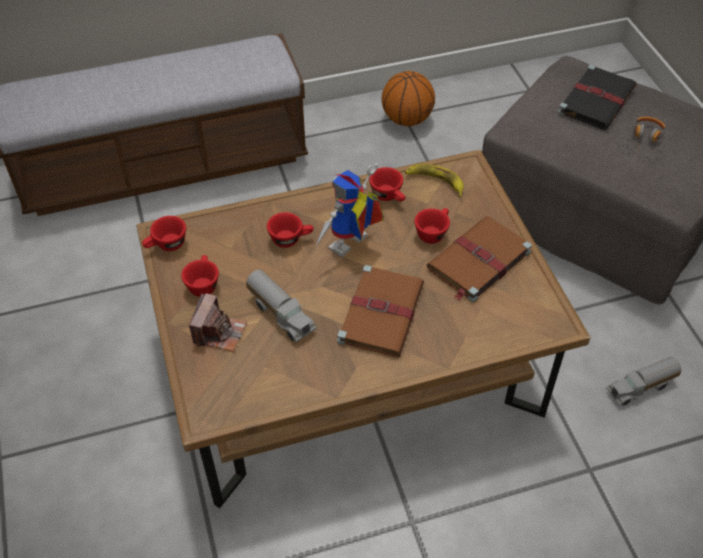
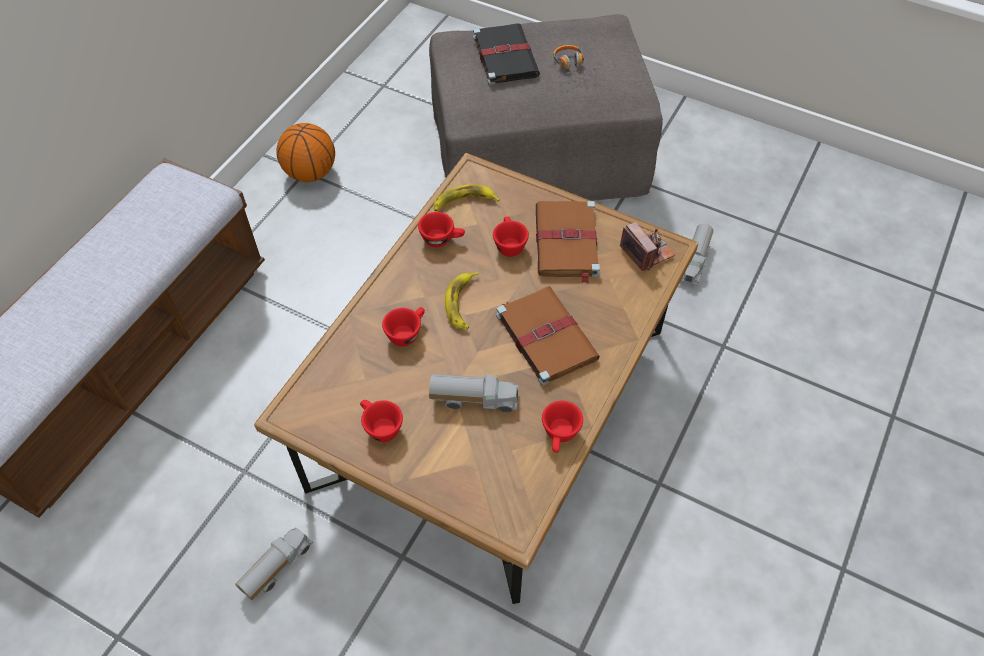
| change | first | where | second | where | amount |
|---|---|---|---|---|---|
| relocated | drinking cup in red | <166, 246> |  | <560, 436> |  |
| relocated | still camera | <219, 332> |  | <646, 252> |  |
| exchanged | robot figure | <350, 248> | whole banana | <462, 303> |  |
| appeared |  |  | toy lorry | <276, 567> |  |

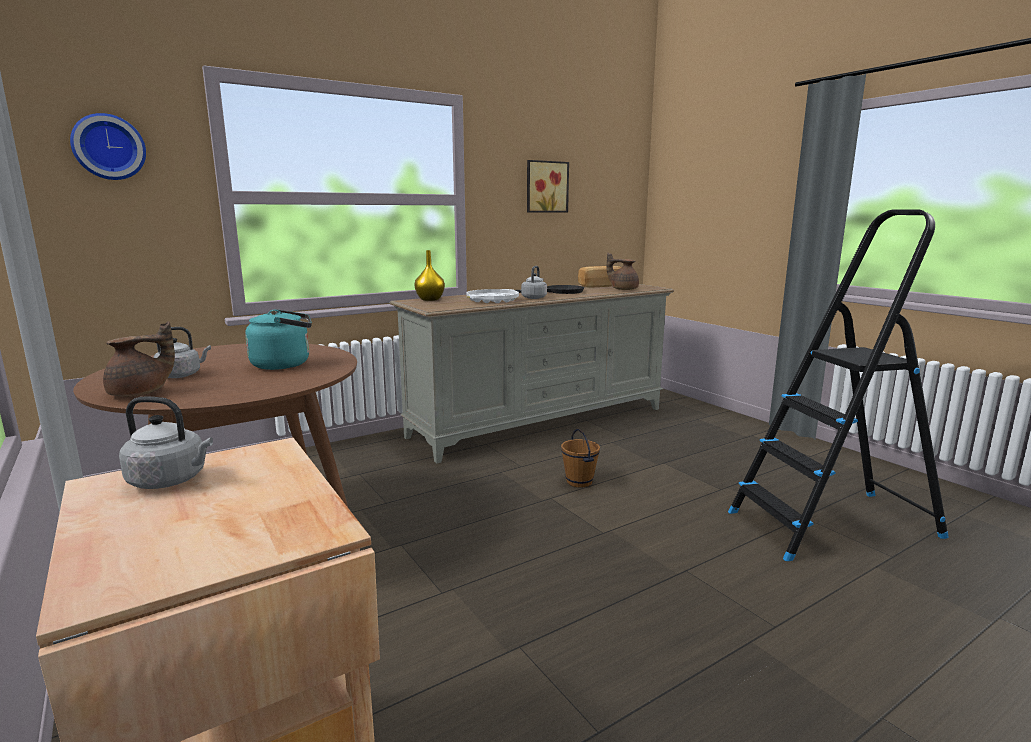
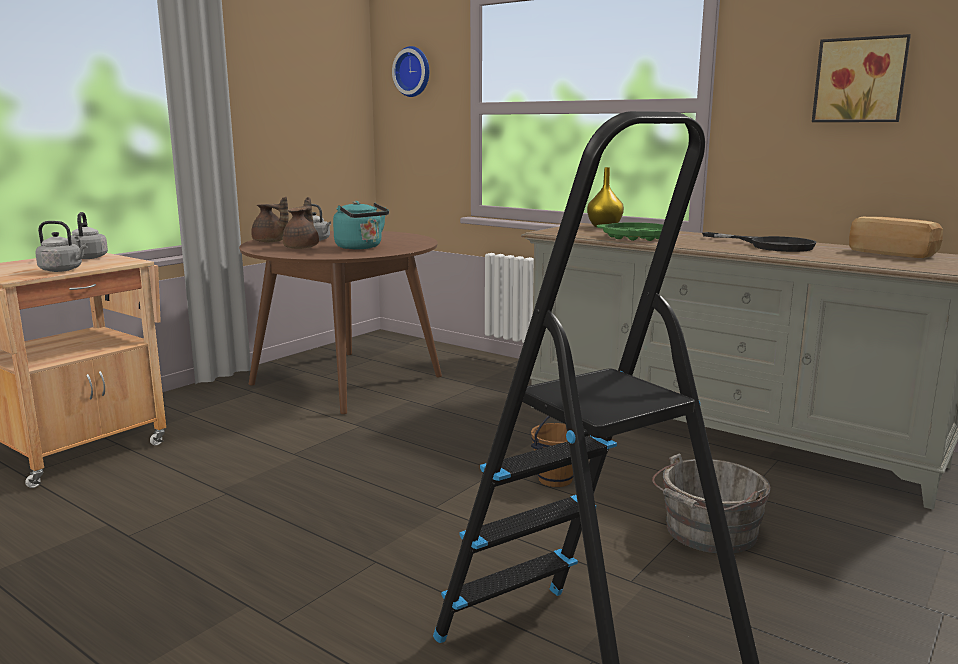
| change | first | where | second | where | amount |
|---|---|---|---|---|---|
| colour | serving tray in white-coloured | <492, 300> | serving tray in green | <637, 237> |  |
| relocated | tea kettle in grey | <534, 297> |  | <63, 270> |  |
| relocated | teapot in brownish | <623, 289> |  | <302, 247> |  |
| appeared |  |  | bucket in grey | <707, 532> |  |

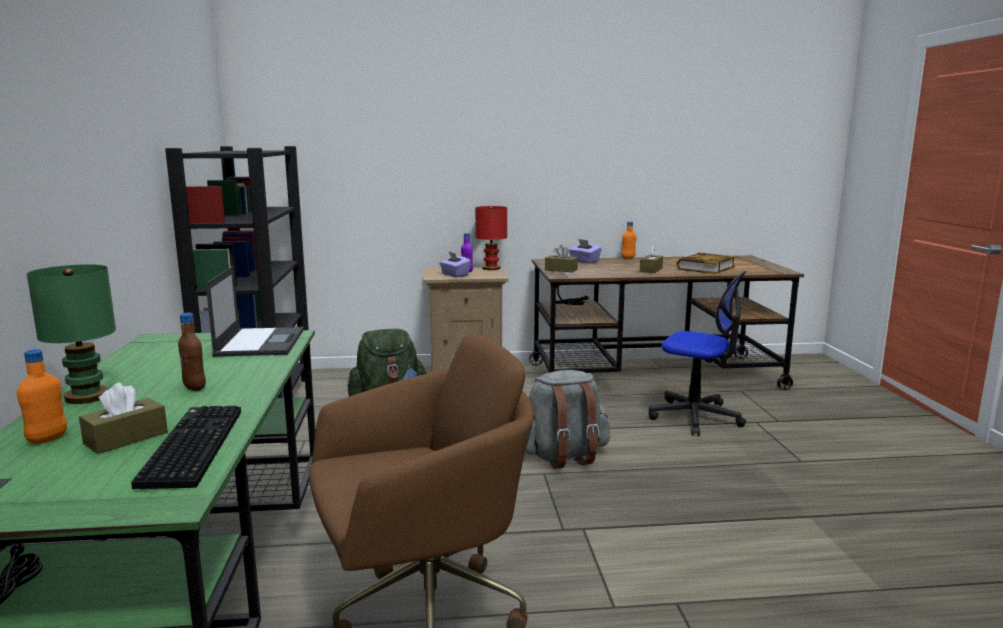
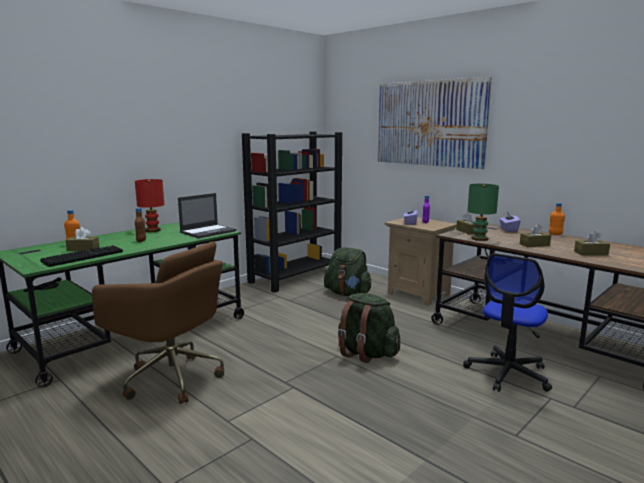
| change | first | where | second | where | amount |
|---|---|---|---|---|---|
| relocated | tabletop lamp in green | <88, 397> |  | <479, 239> |  |
| relocated | tabletop lamp in red | <491, 268> |  | <153, 230> |  |
| colour | knapsack in grey | <563, 456> | knapsack in green | <366, 353> |  |
| spun | office chair | <695, 417> |  | <508, 374> | 45 degrees clockwise |
| exchanged | bound book | <705, 268> | tissue box in brownish | <591, 253> |  |
| appeared |  |  | wall art | <429, 123> |  |

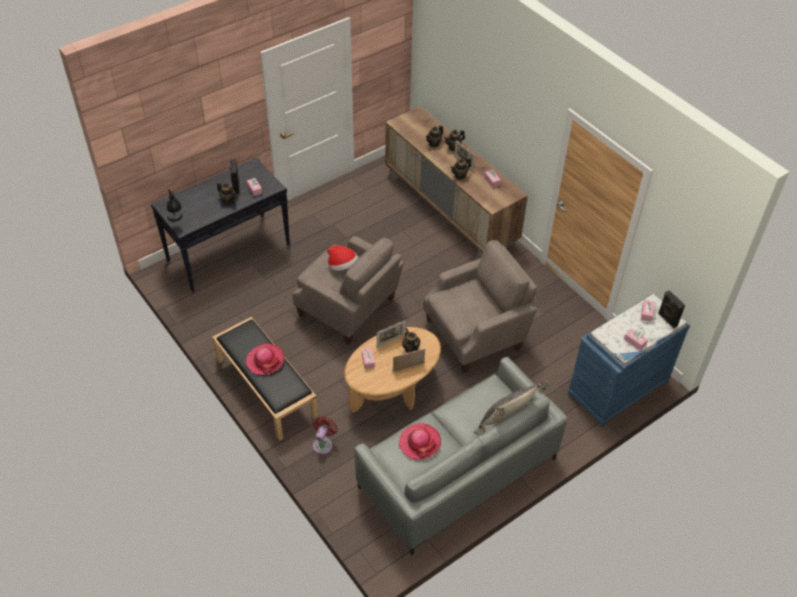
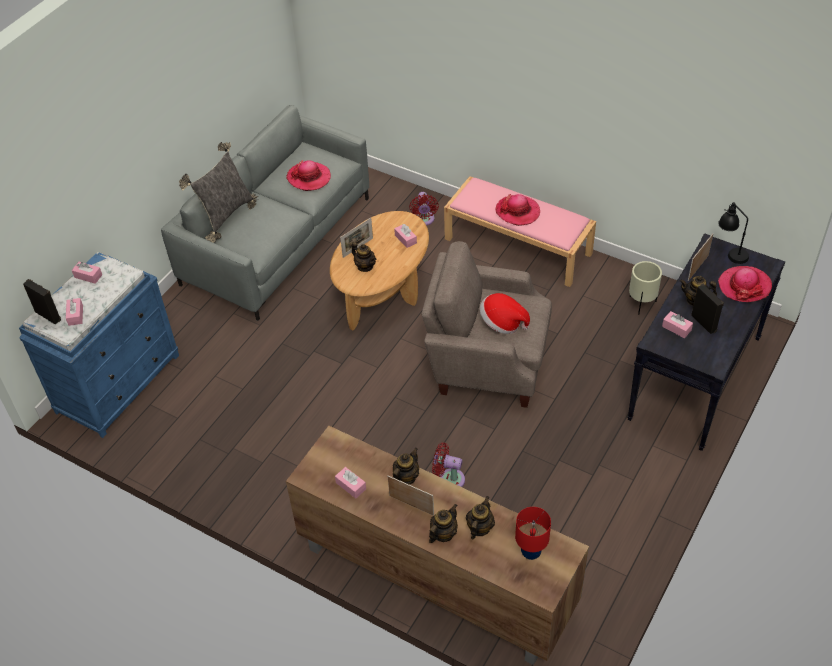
| change | first | where | second | where | amount |
|---|---|---|---|---|---|
| colour | long seat in black-coloured | <265, 388> | long seat in pink-coloured | <519, 246> |  |
| relocated | photo frame | <391, 341> |  | <698, 268> |  |
| missing | easy chair in beige-coloured | <476, 333> |  |  |  |
| appeared |  |  | fan in red | <449, 479> |  |
| appeared |  |  | tabletop lamp in red | <530, 552> |  |
| appeared |  |  | plant pot in beige-coloured | <641, 304> |  |
| appeared |  |  | hat | <744, 286> |  |

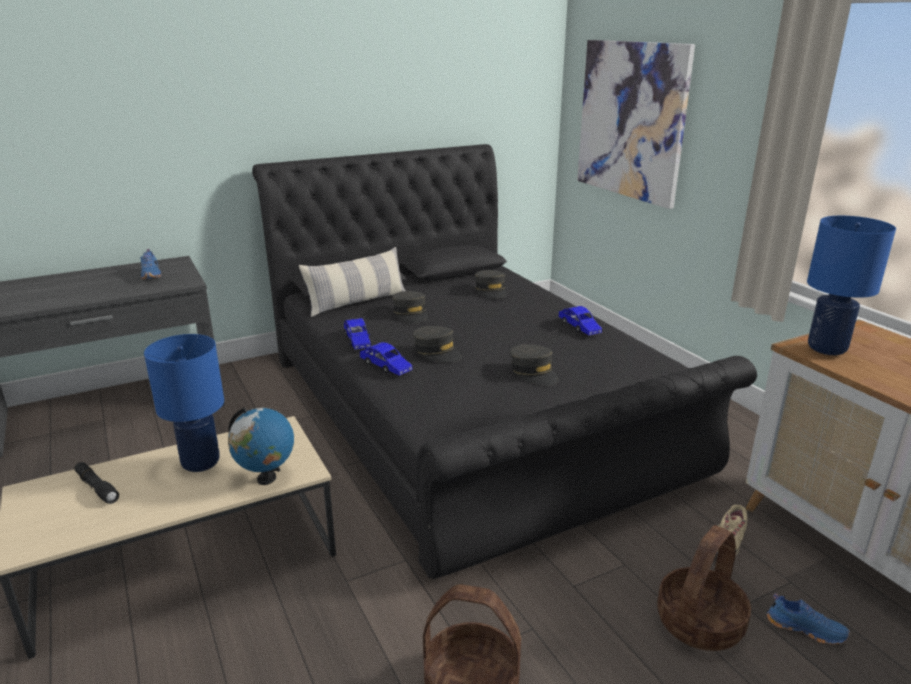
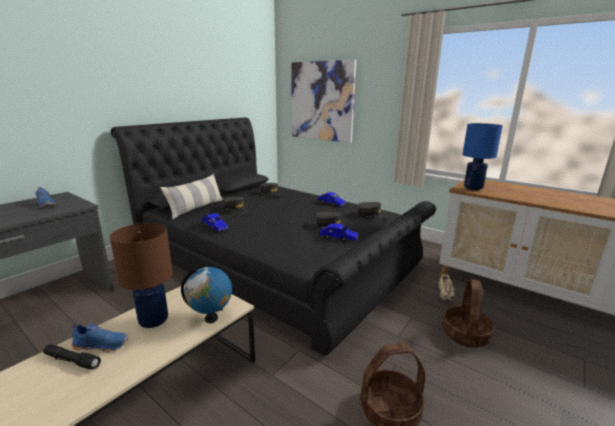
| change | first | where | second | where | amount |
|---|---|---|---|---|---|
| colour | tabletop lamp in bluish | <202, 465> | tabletop lamp in brownish | <154, 321> |  |
| relocated | toy car in bluish | <386, 367> |  | <338, 238> |  |
| relocated | peaked cap in grey | <437, 352> |  | <371, 215> |  |
| relocated | low shoe in bluish | <805, 628> |  | <102, 344> |  |

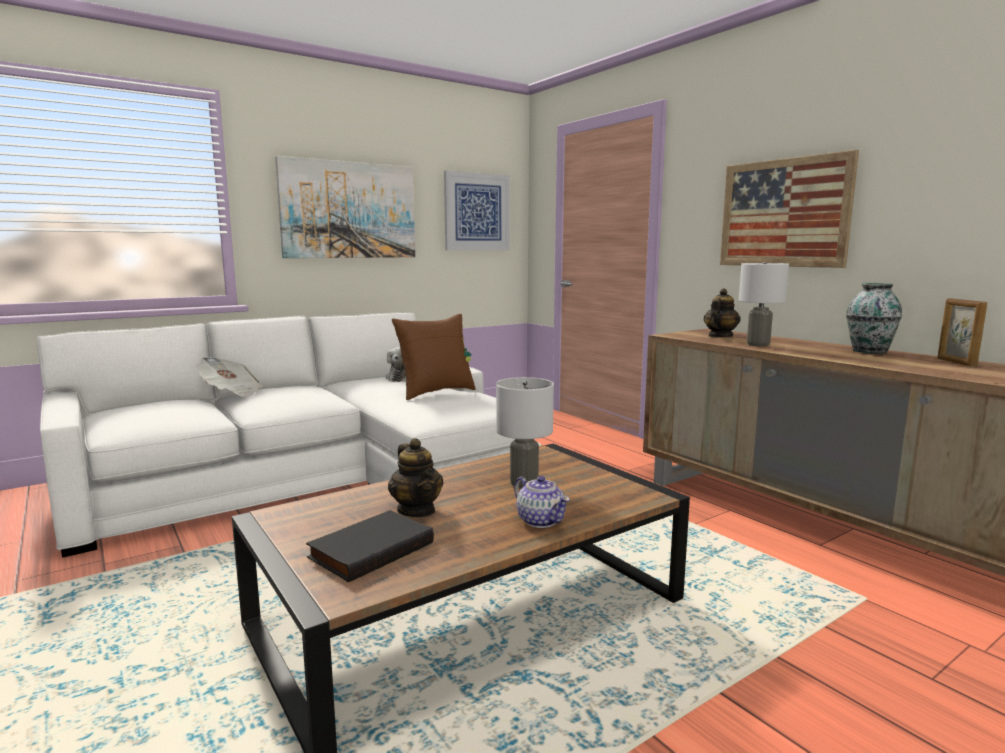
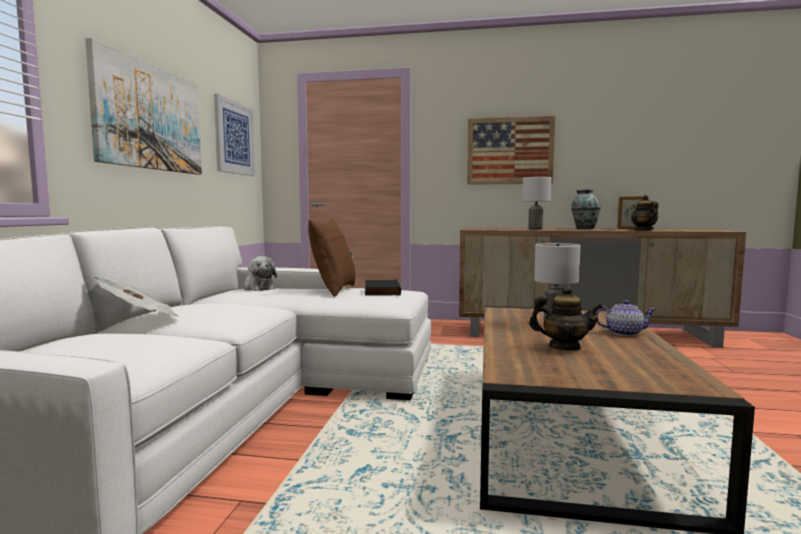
| change | first | where | second | where | amount |
|---|---|---|---|---|---|
| relocated | bound book in black-coloured | <370, 549> |  | <380, 291> |  |
| relocated | teapot | <719, 336> |  | <643, 230> |  |

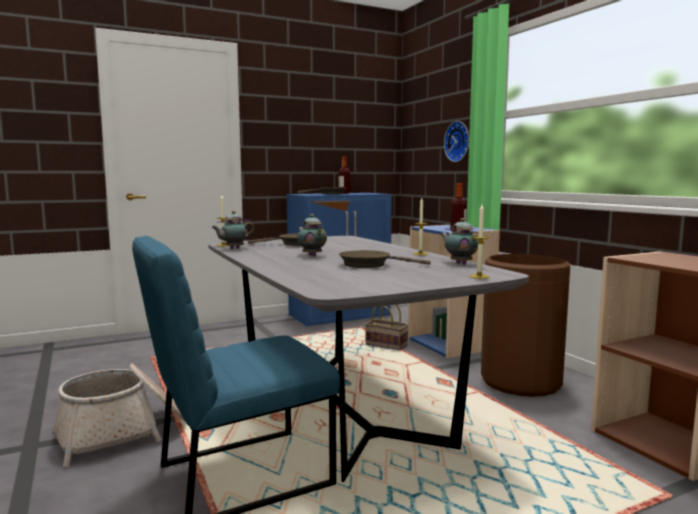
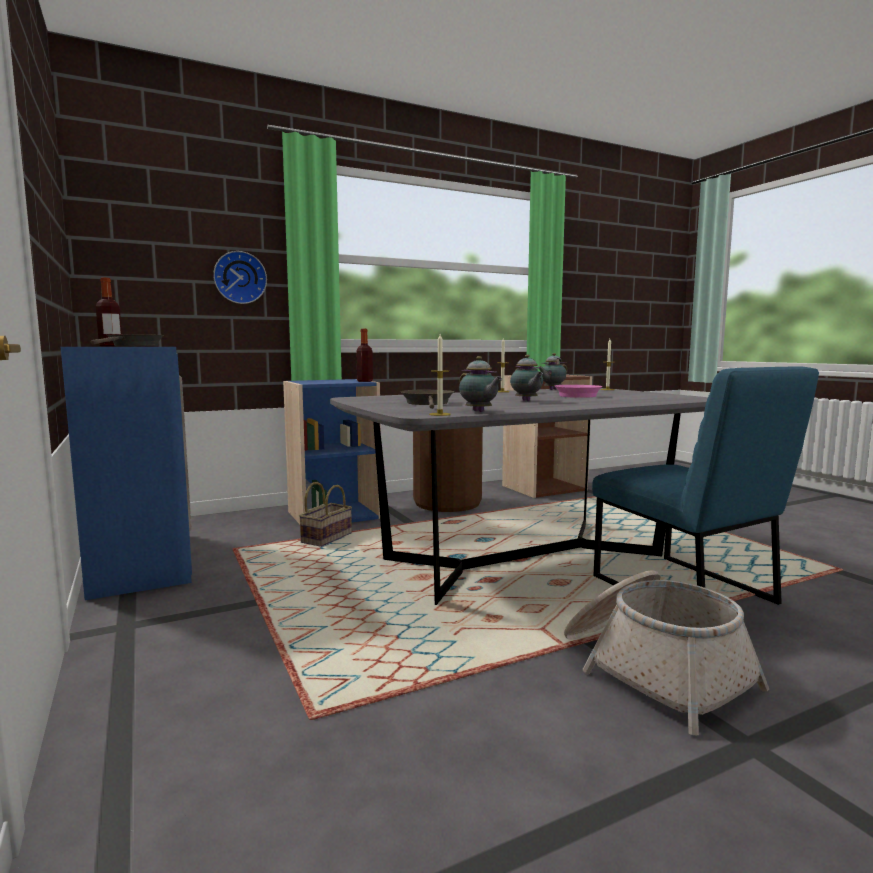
| change | first | where | second | where | amount |
|---|---|---|---|---|---|
| spun | teapot | <311, 255> |  | <526, 401> | 75 degrees counterclockwise |
| colour | skillet in brownish | <369, 265> | skillet in pink-coloured | <576, 395> |  |

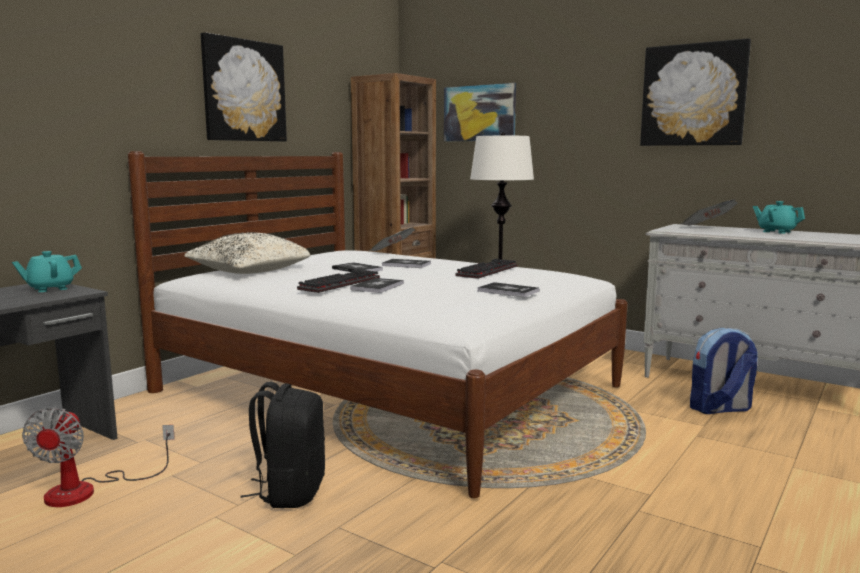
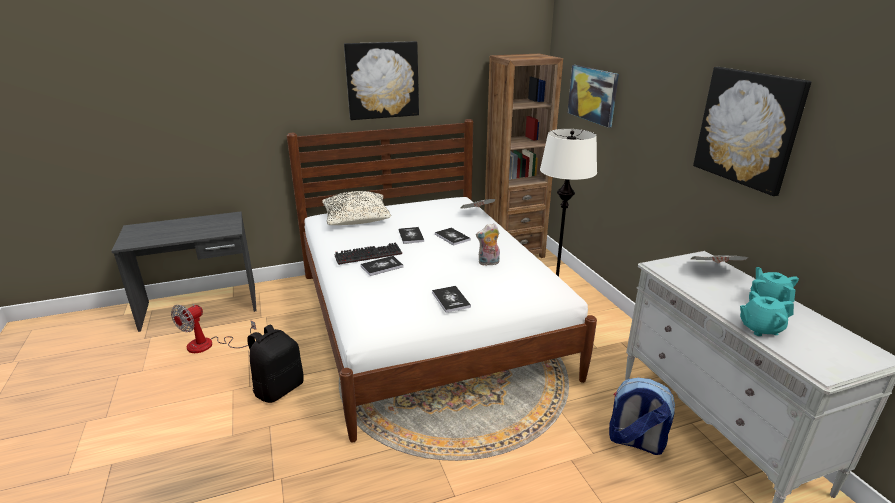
| change | first | where | second | where | amount |
|---|---|---|---|---|---|
| relocated | teapot in turquoise-coloured | <50, 289> |  | <760, 328> |  |
| exchanged | keyboard | <486, 271> | soft toy | <488, 263> |  |

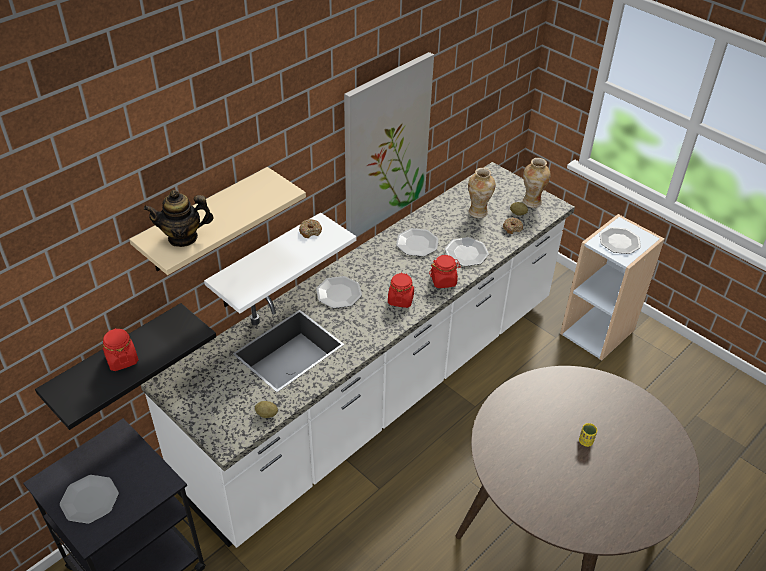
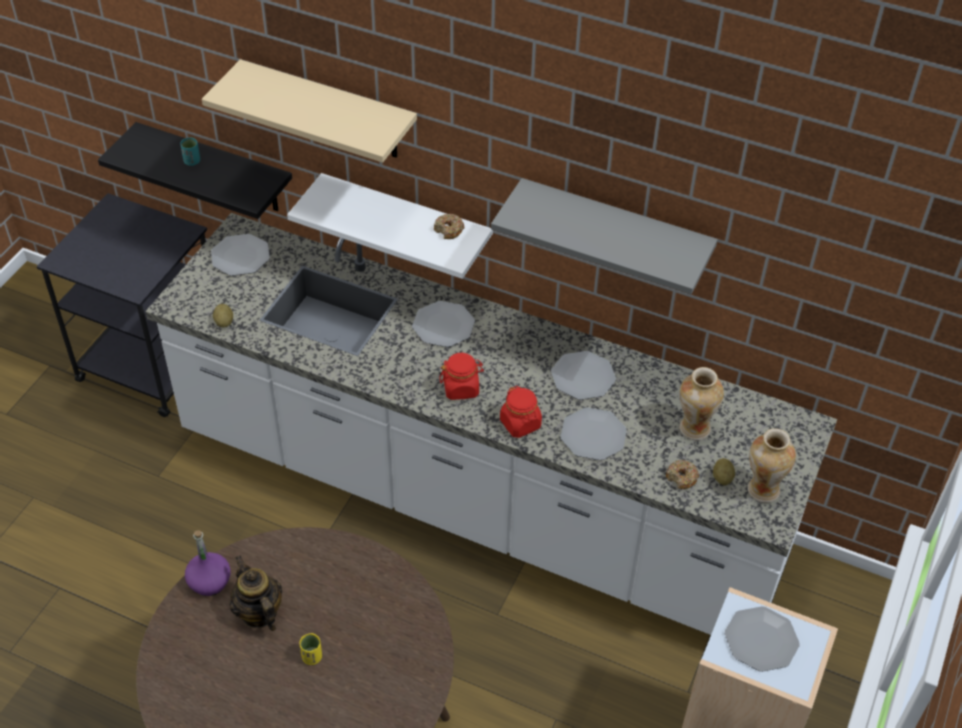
| change | first | where | second | where | amount |
|---|---|---|---|---|---|
| relocated | flat dish | <90, 500> |  | <240, 256> |  |
| exchanged | jar in red | <122, 359> | drinking cup in turquoise-coloured | <192, 161> |  |
| relocated | teapot | <183, 237> |  | <258, 613> |  |
| exchanged | wall art | <386, 147> | bracket shelf in grey | <614, 231> |  |
| appeared |  |  | beverage bottle in purple-coloured | <209, 581> |  |

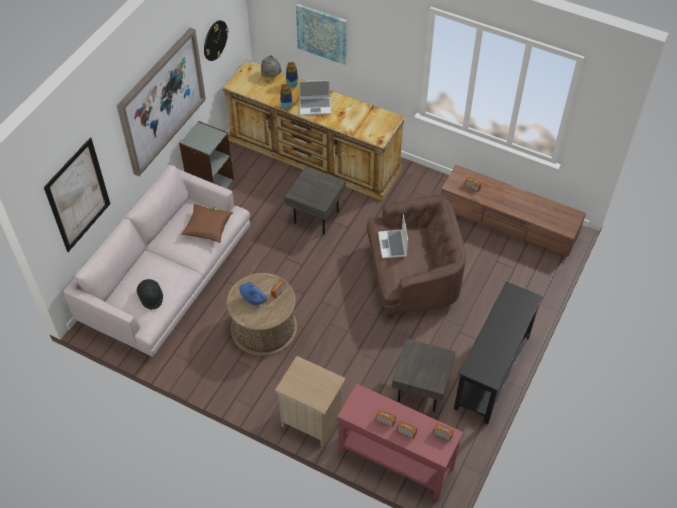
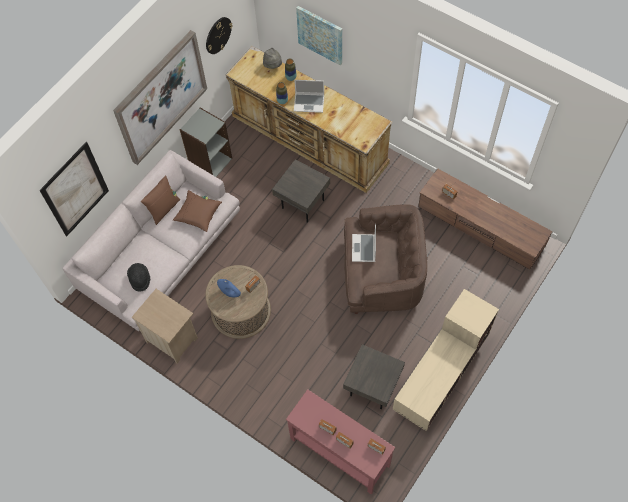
| change | first | where | second | where | amount |
|---|---|---|---|---|---|
| relocated | night table in beige-coloured | <311, 419> |  | <172, 338> |  |
| exchanged | console table in black-coloured | <492, 373> | media console in beige-coloured | <440, 378> |  |
| appeared |  |  | throw pillow in brownish | <164, 209> |  |

